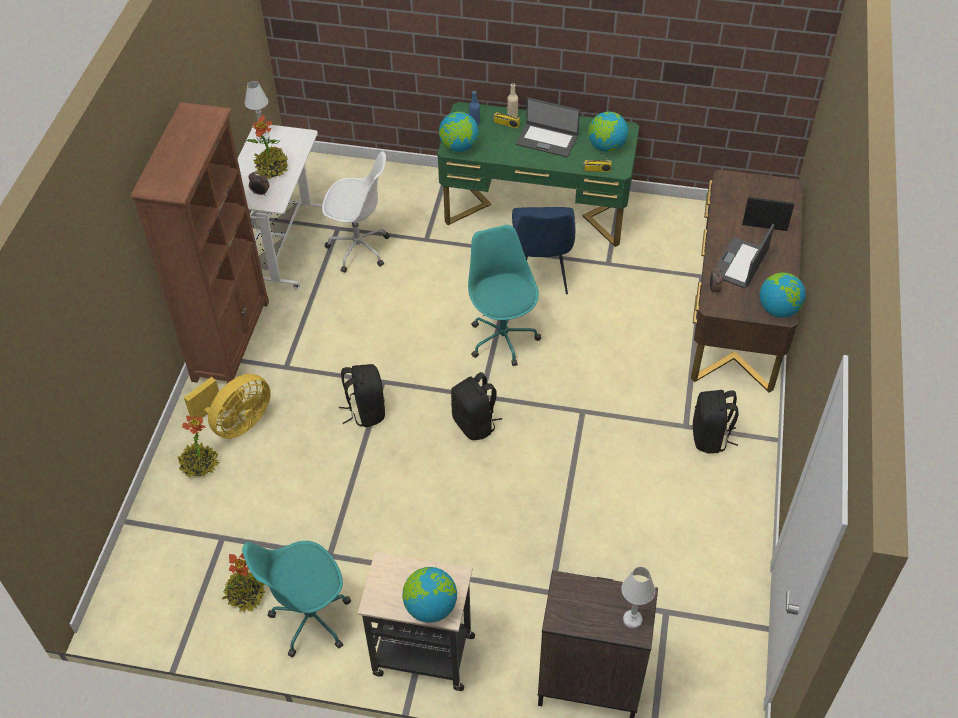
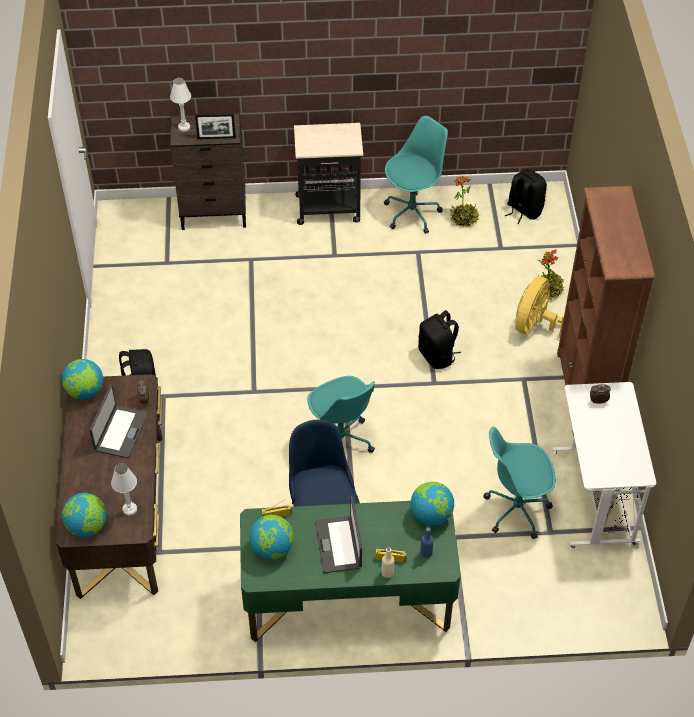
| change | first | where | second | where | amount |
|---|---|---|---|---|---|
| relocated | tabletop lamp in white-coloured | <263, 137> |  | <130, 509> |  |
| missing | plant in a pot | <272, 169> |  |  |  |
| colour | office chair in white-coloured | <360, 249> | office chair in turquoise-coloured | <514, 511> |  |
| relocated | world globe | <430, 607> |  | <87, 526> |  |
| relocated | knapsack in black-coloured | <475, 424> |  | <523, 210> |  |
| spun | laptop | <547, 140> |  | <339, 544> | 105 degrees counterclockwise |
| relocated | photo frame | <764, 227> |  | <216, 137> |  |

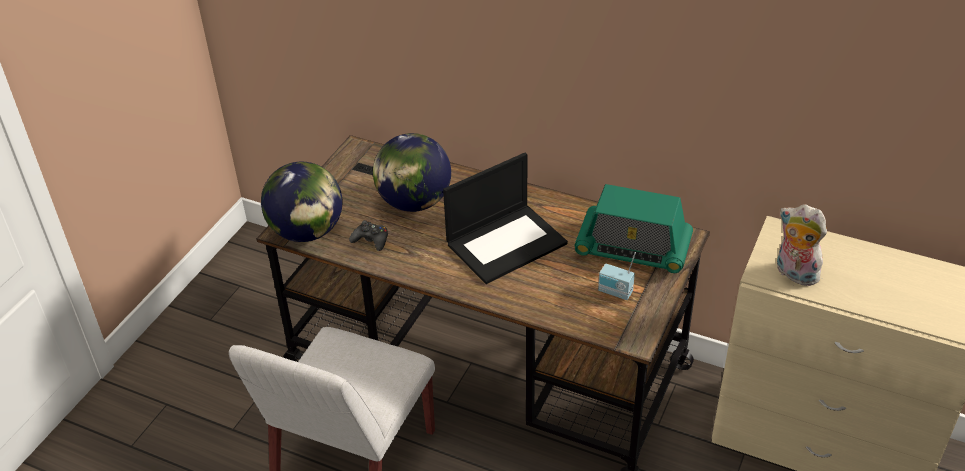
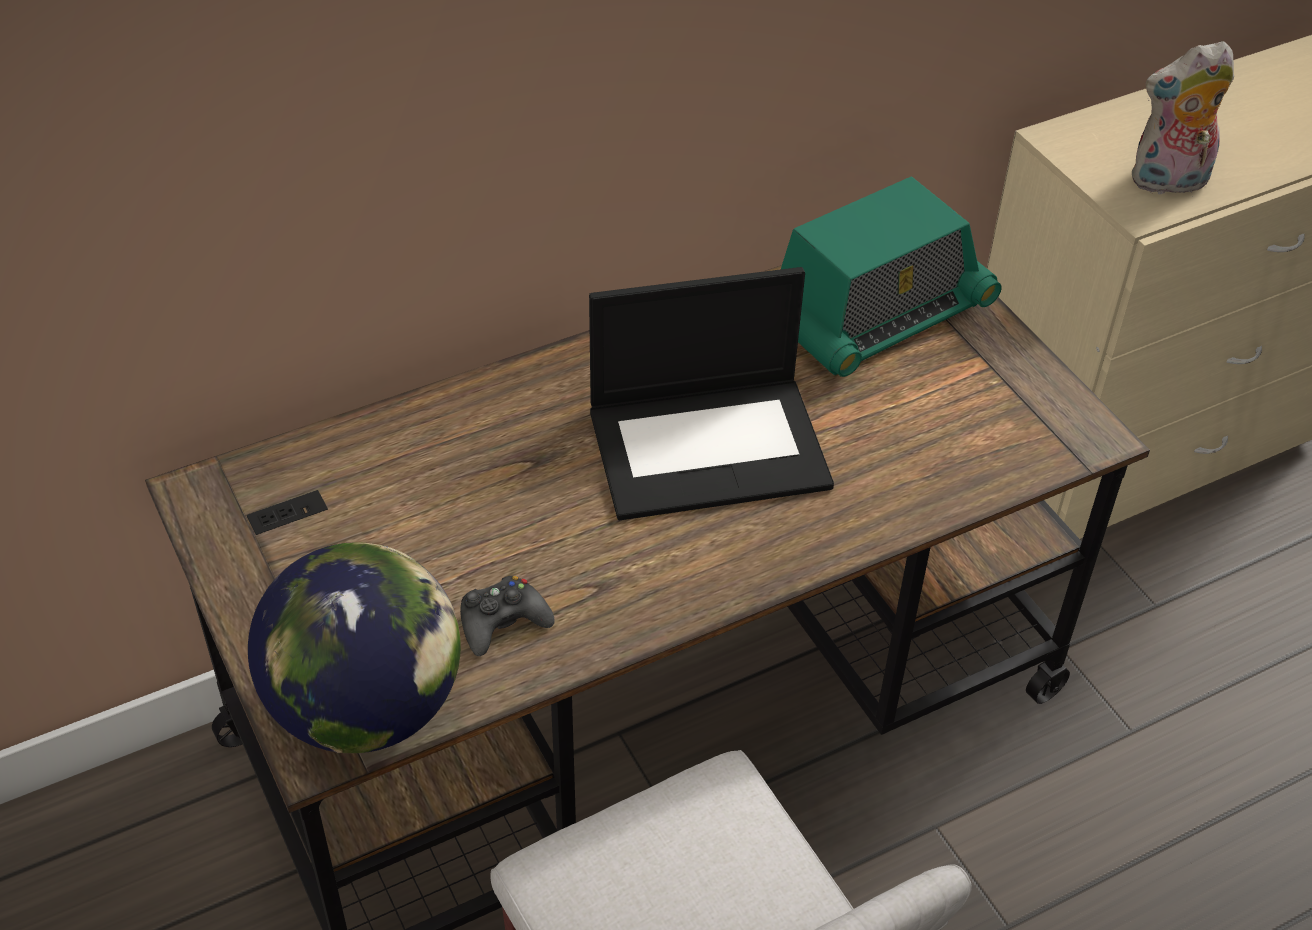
| change | first | where | second | where | amount |
|---|---|---|---|---|---|
| missing | world globe | <414, 202> |  |  |  |
| spun | laptop | <506, 242> |  | <710, 445> | 75 degrees clockwise |
| missing | radio receiver | <615, 292> |  |  |  |

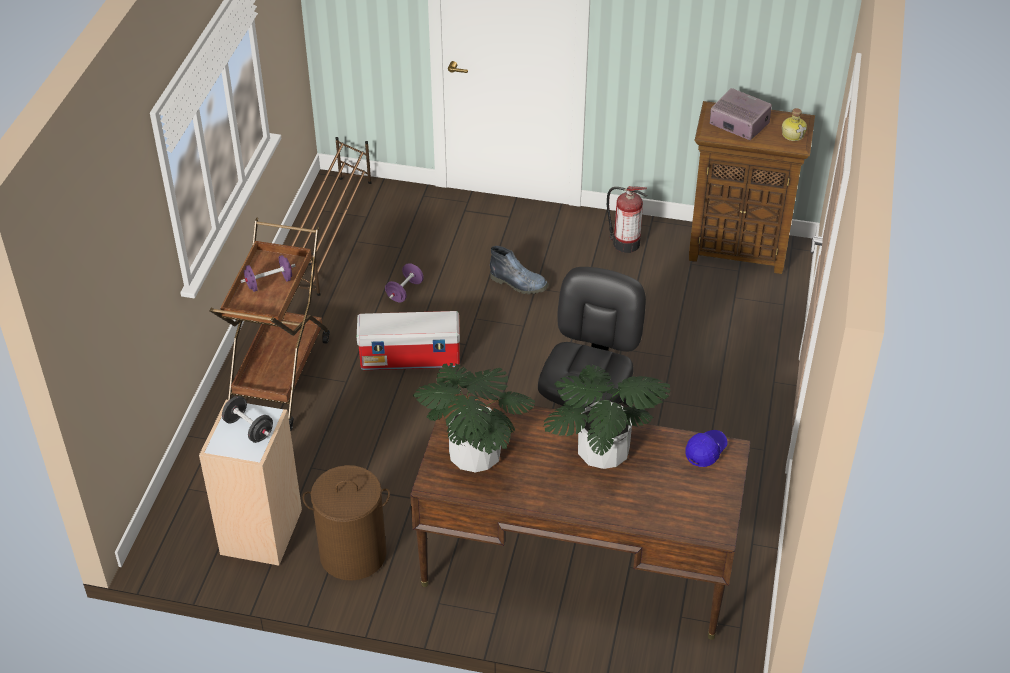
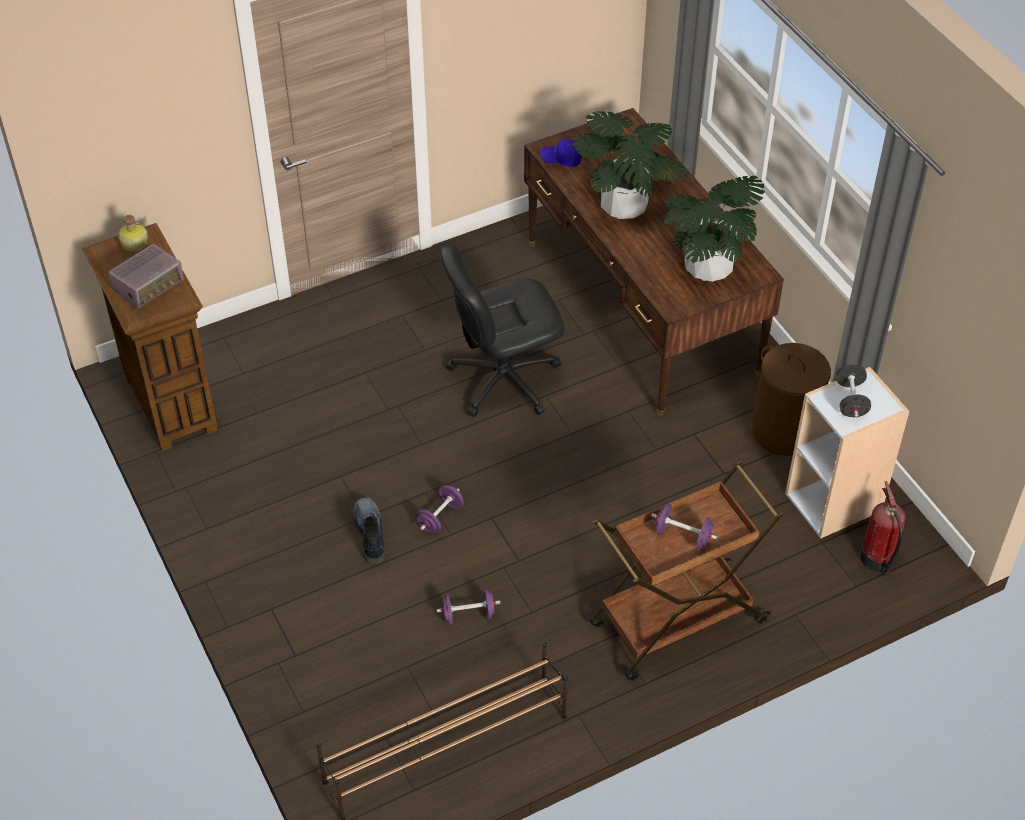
| change | first | where | second | where | amount |
|---|---|---|---|---|---|
| missing | storage bin | <411, 357> |  |  |  |
| relocated | fire extinguisher | <624, 243> |  | <878, 559> |  |
| spun | radio receiver | <739, 124> |  | <149, 285> | 135 degrees counterclockwise |
| appeared |  |  | dumbbell in purple-coloured | <440, 517> |  |

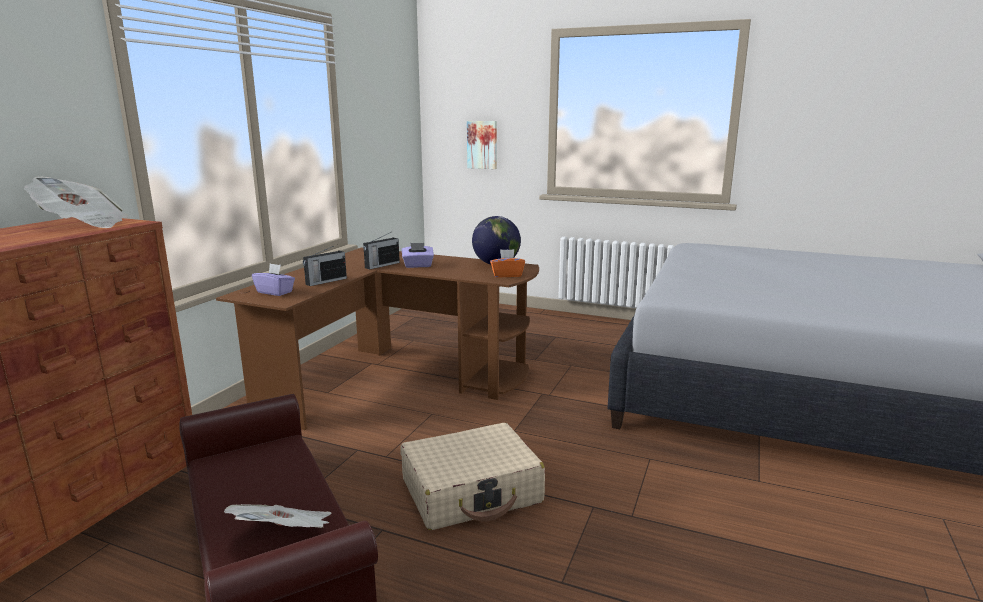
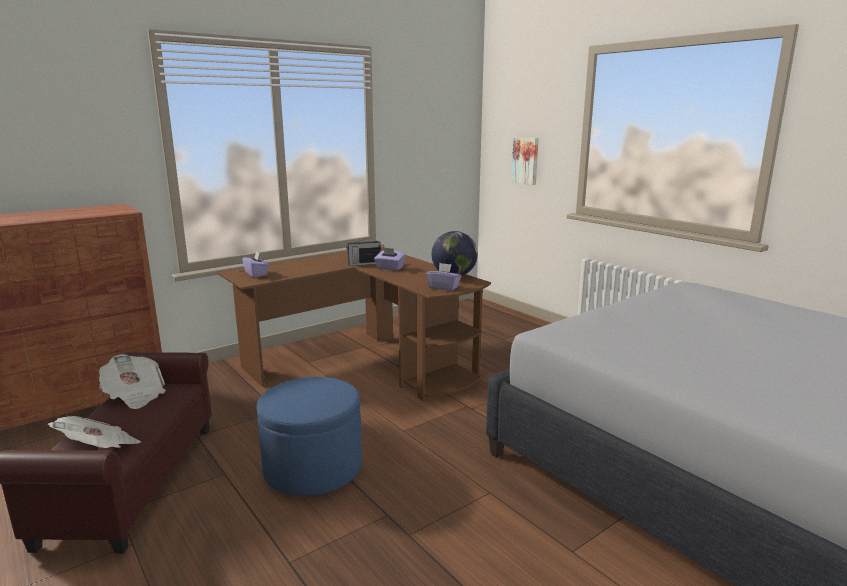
| change | first | where | second | where | amount |
|---|---|---|---|---|---|
| relocated | daily paper | <83, 224> |  | <135, 395> |  |
| missing | radio receiver | <325, 281> |  |  |  |
| exchanged | travel case in beige-coloured | <472, 491> | footrest in bluish | <313, 468> |  |
| colour | tissue box in orange-coloured | <507, 275> | tissue box in purple-coloured | <443, 287> |  |

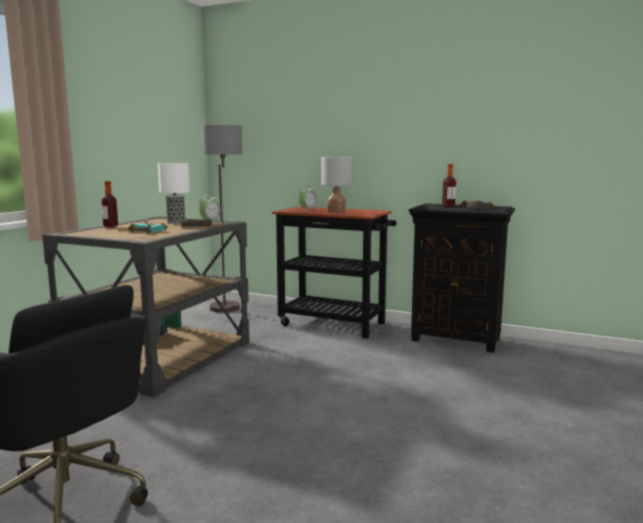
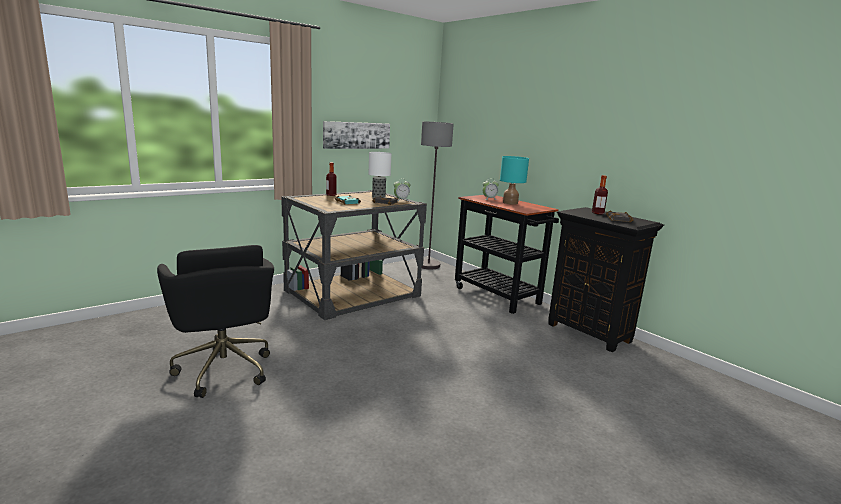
| change | first | where | second | where | amount |
|---|---|---|---|---|---|
| colour | tabletop lamp in grey | <336, 211> | tabletop lamp in turquoise-coloured | <510, 203> |  |
| appeared |  |  | wall art | <356, 135> |  |

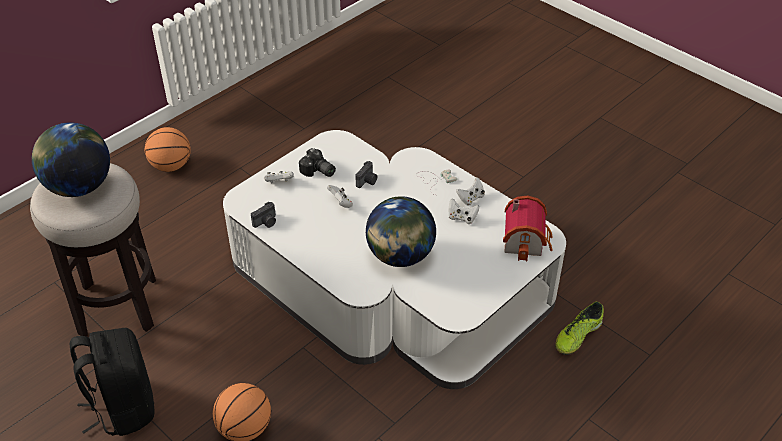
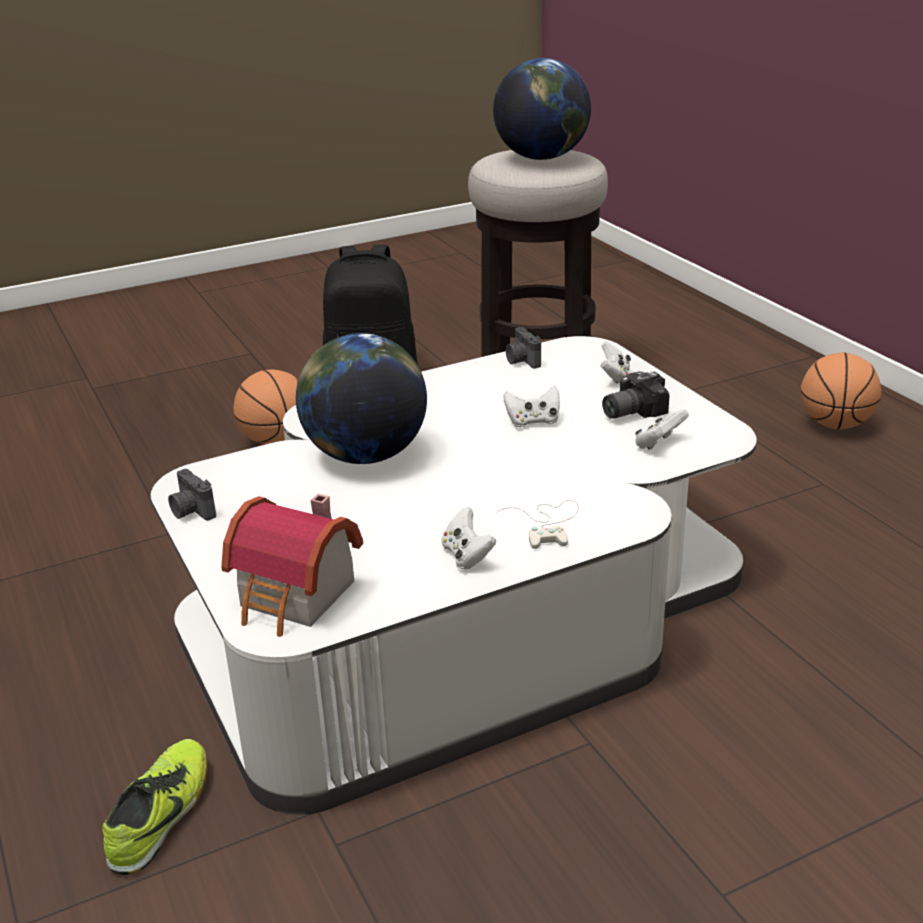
| change | first | where | second | where | amount |
|---|---|---|---|---|---|
| relocated | still camera | <367, 181> |  | <191, 511> |  |
| relocated | gamepad in white-coloured | <462, 218> |  | <659, 444> |  |
| spun | low shoe | <577, 336> |  | <162, 814> | 45 degrees clockwise |

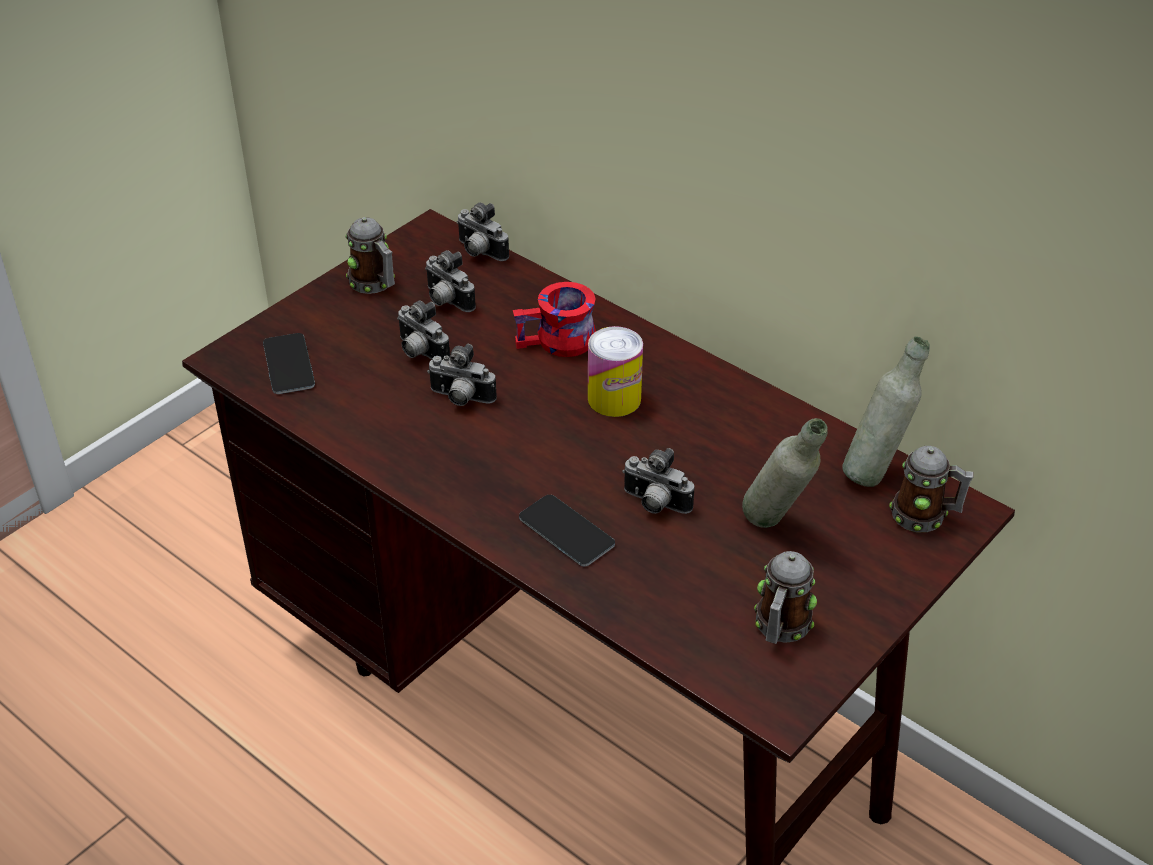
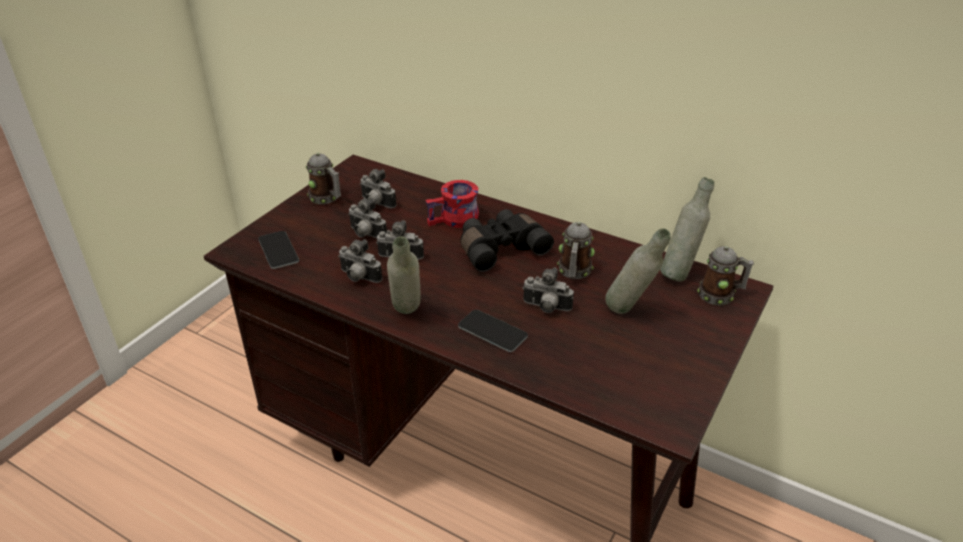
| change | first | where | second | where | amount |
|---|---|---|---|---|---|
| relocated | still camera | <479, 253> |  | <358, 278> |  |
| exchanged | can | <614, 399> | pair of binoculars in black-coloured | <500, 248> |  |
| relocated | coffee mug | <780, 628> |  | <574, 272> |  |
| appeared |  |  | beverage bottle in grey | <407, 316> |  |

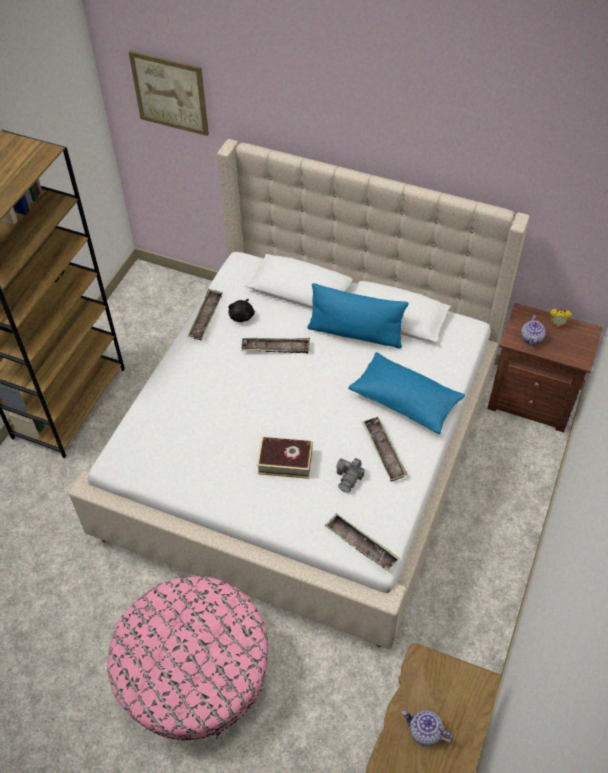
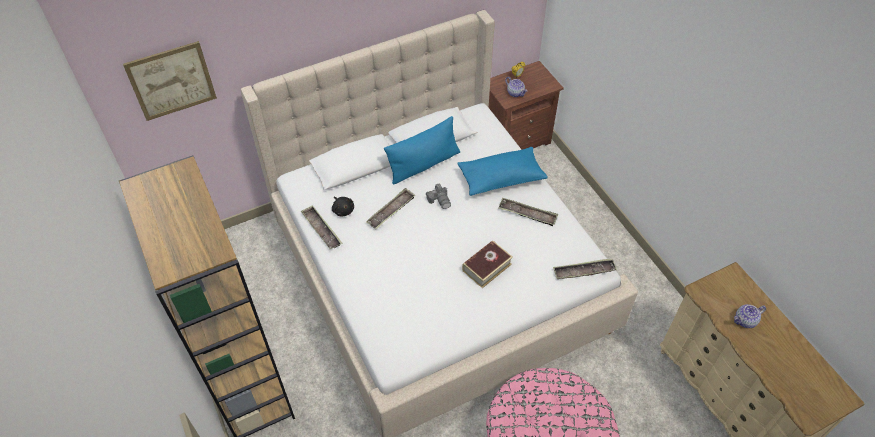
| change | first | where | second | where | amount |
|---|---|---|---|---|---|
| relocated | still camera | <349, 478> |  | <439, 200> |  |

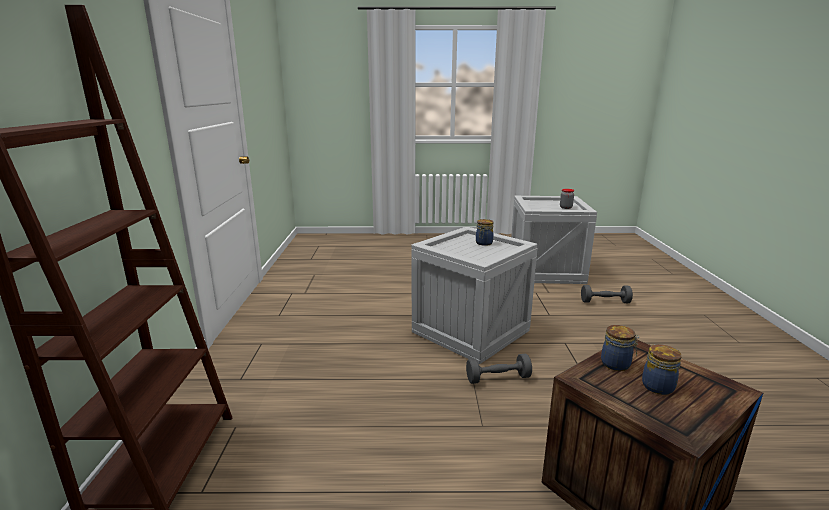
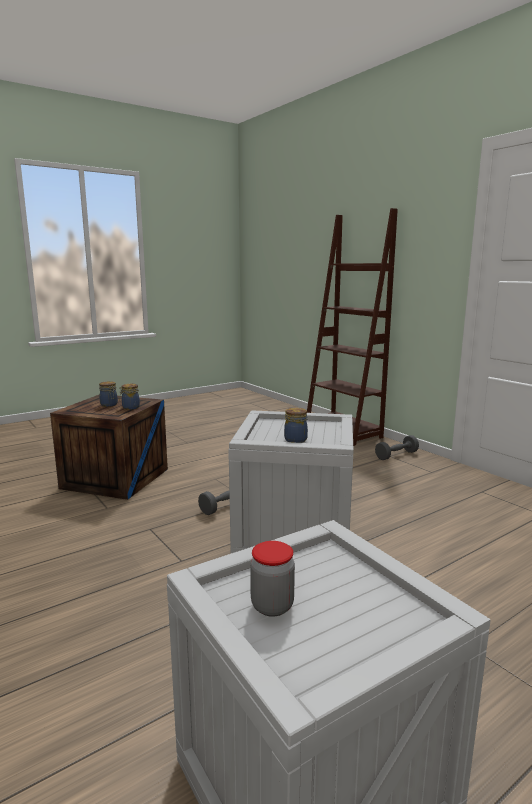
| change | first | where | second | where | amount |
|---|---|---|---|---|---|
| relocated | dumbbell in grey | <605, 302> |  | <396, 455> |  |

